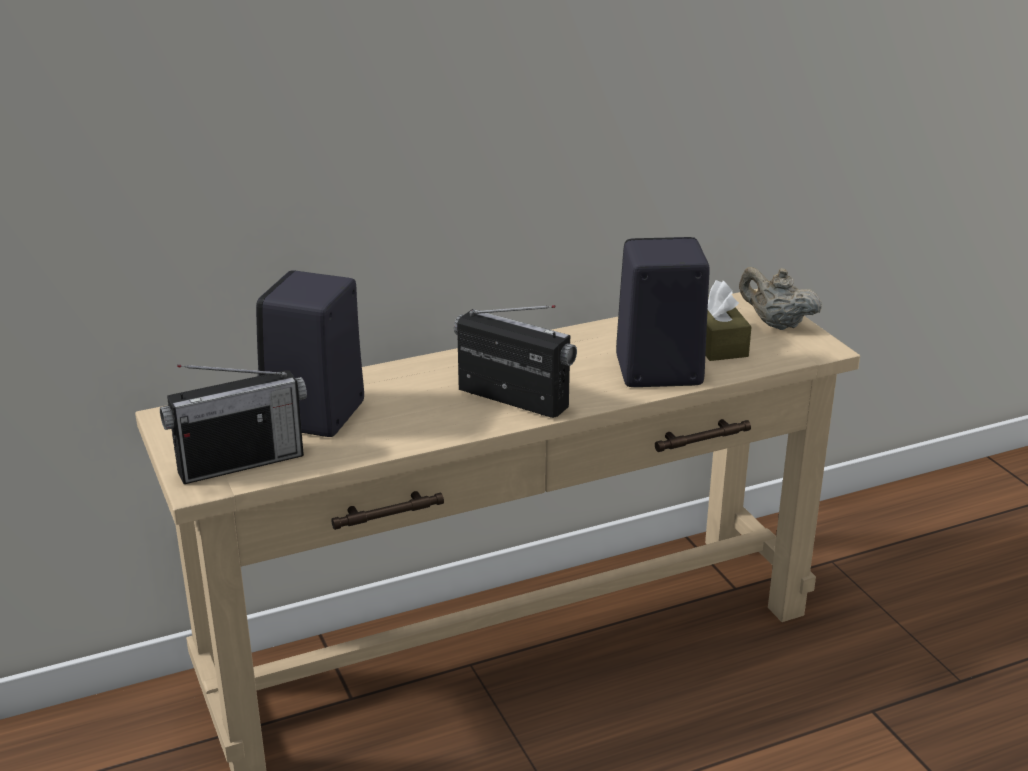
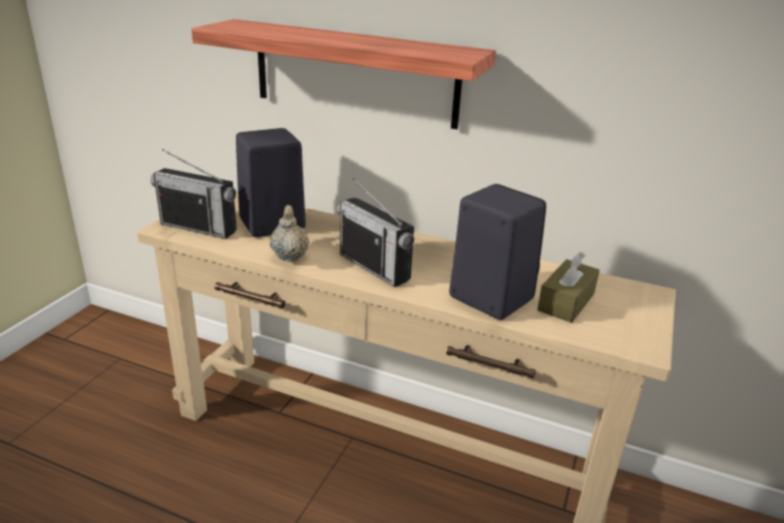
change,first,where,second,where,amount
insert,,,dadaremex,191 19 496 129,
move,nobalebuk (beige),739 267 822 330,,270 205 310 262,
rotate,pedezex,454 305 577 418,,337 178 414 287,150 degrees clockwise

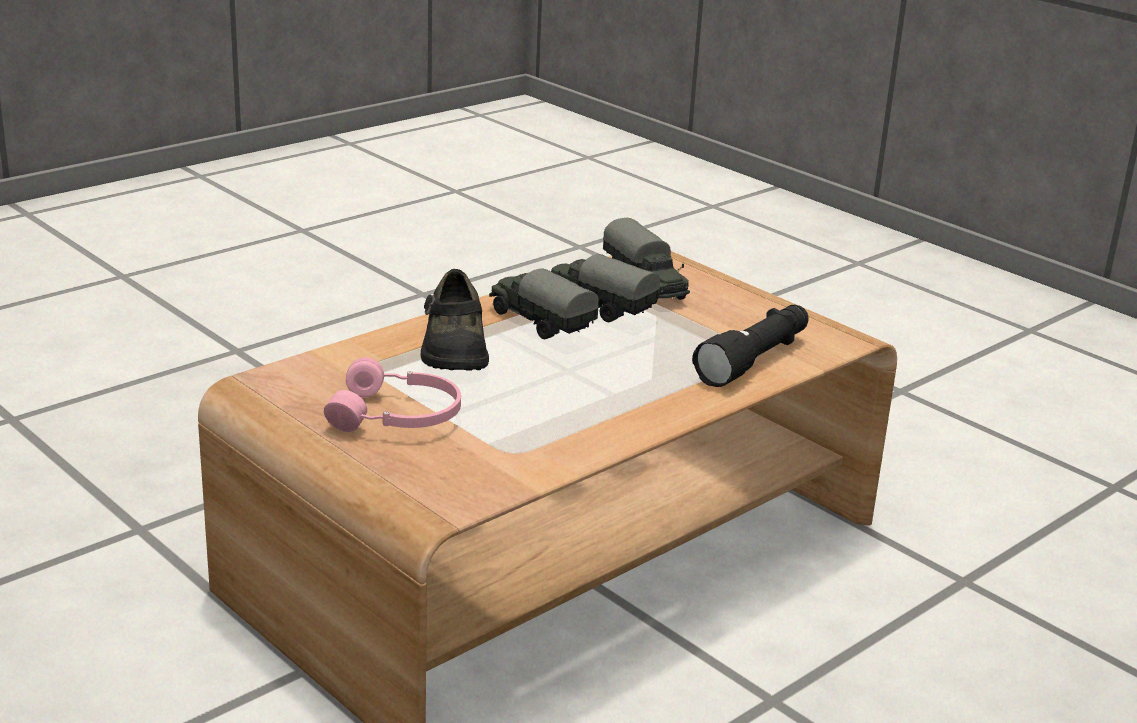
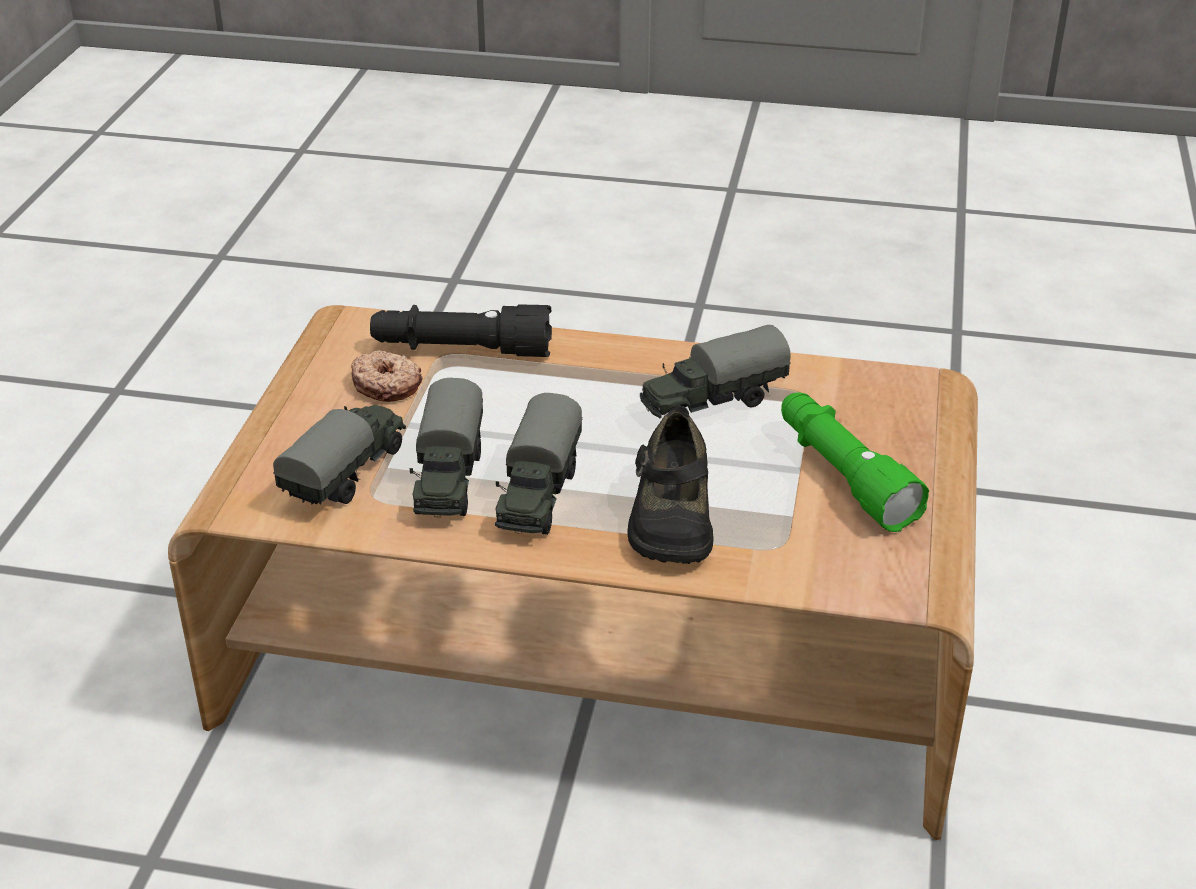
change,first,where,second,where,amount
insert,,,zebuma,351 350 423 402,
insert,,,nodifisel,640 325 791 418,
replace,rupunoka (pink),324 357 461 432,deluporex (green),781 392 929 532,
rotate,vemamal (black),420 269 489 370,,627 410 714 564,135 degrees clockwise

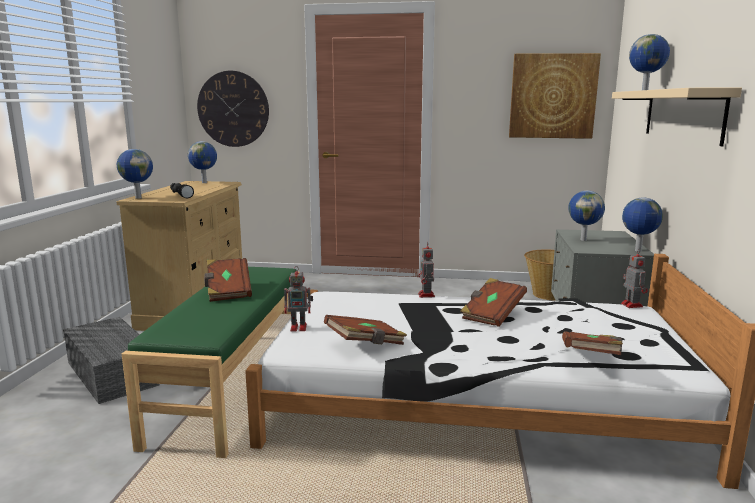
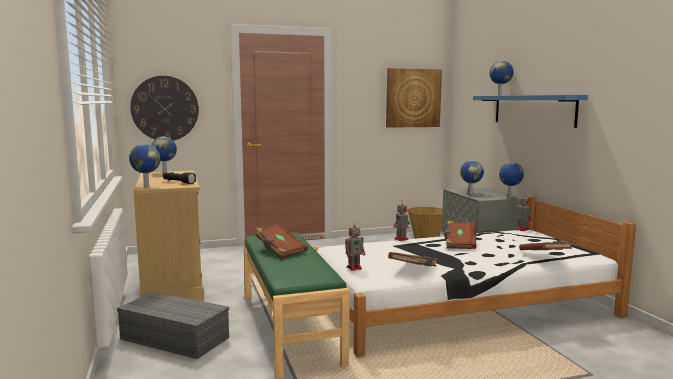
change,first,where,second,where,amount
recolor,dadaremex (beige),612 87 742 146,dadaremex (blue),473 95 588 128,

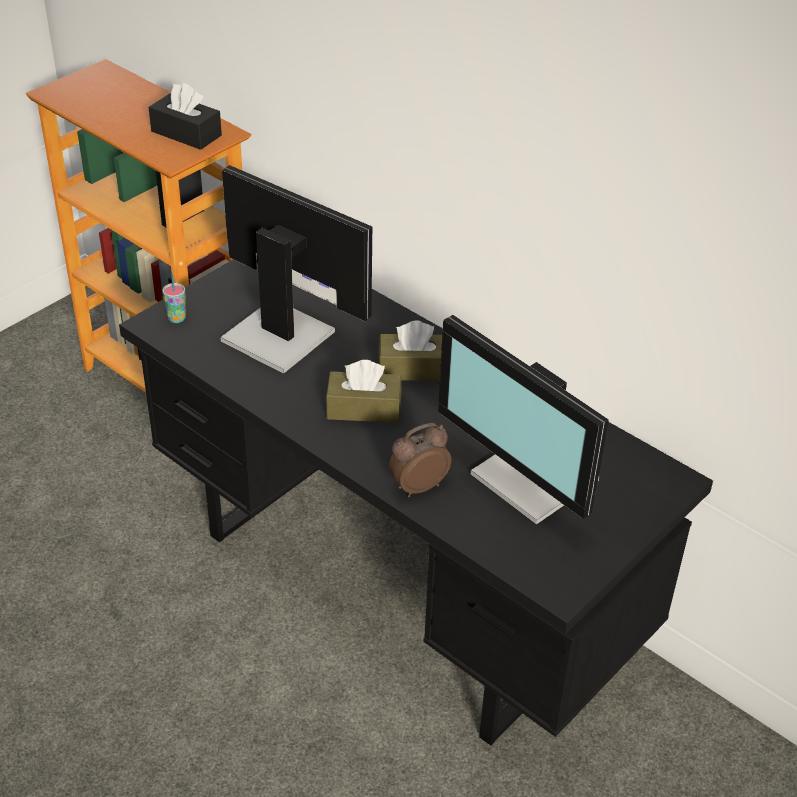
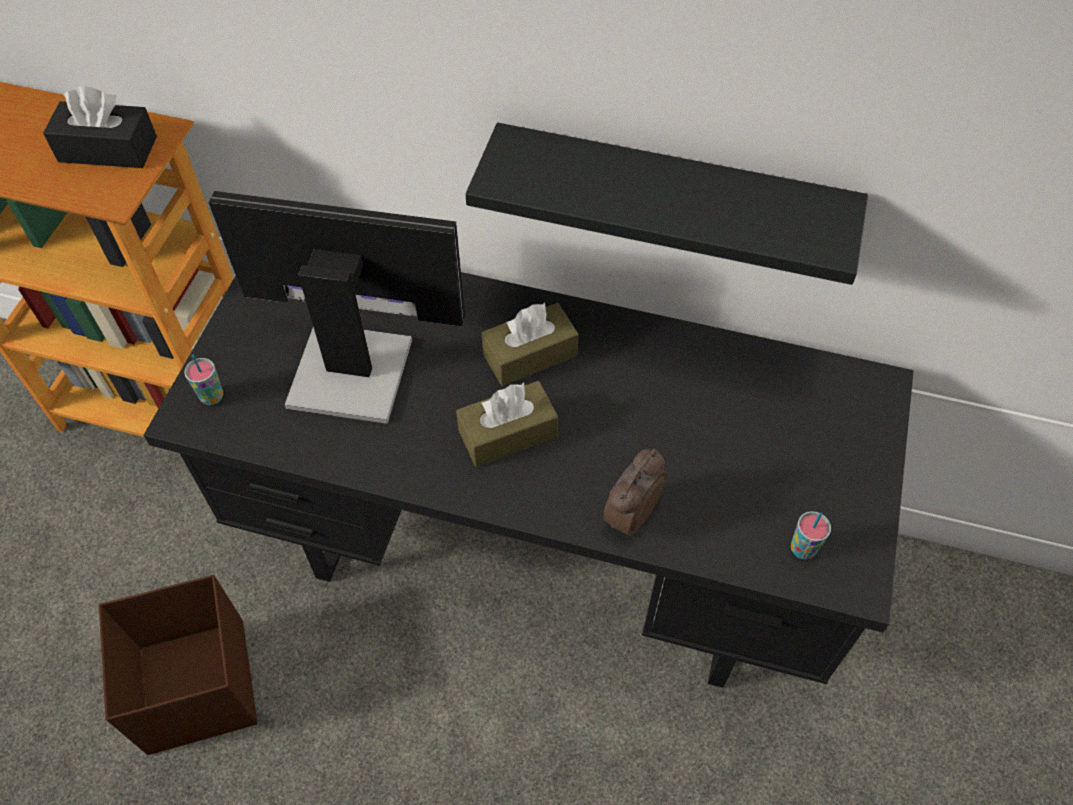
change,first,where,second,where,amount
delete,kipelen,438 315 609 525,,,
insert,,,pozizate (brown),99 575 257 755,
insert,,,dadaremex (black),465 123 868 285,
insert,,,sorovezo,791 511 831 559,

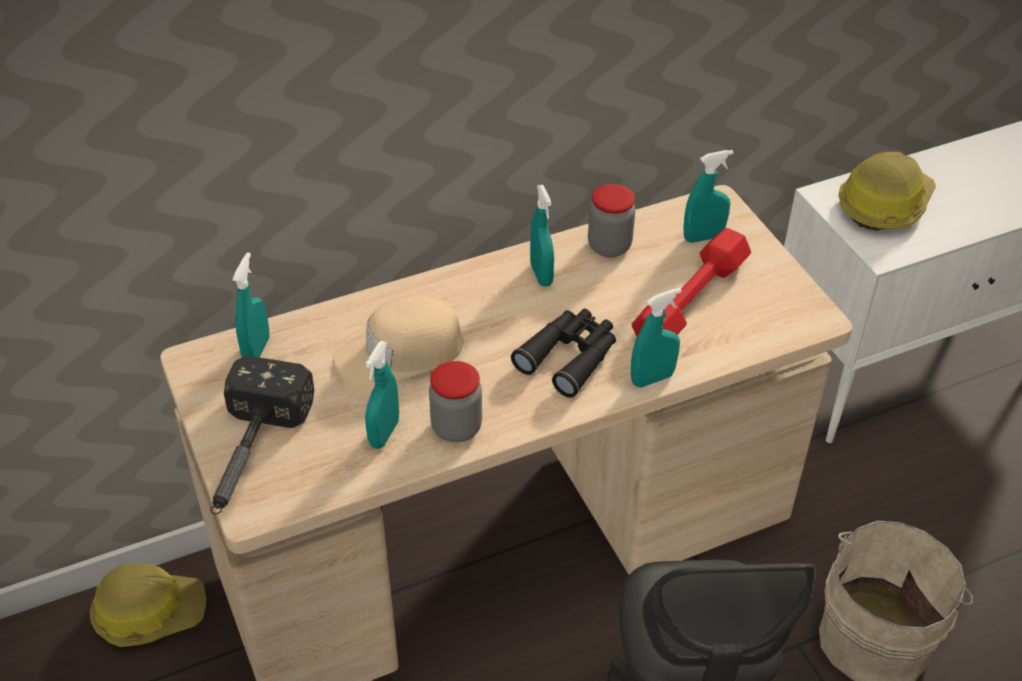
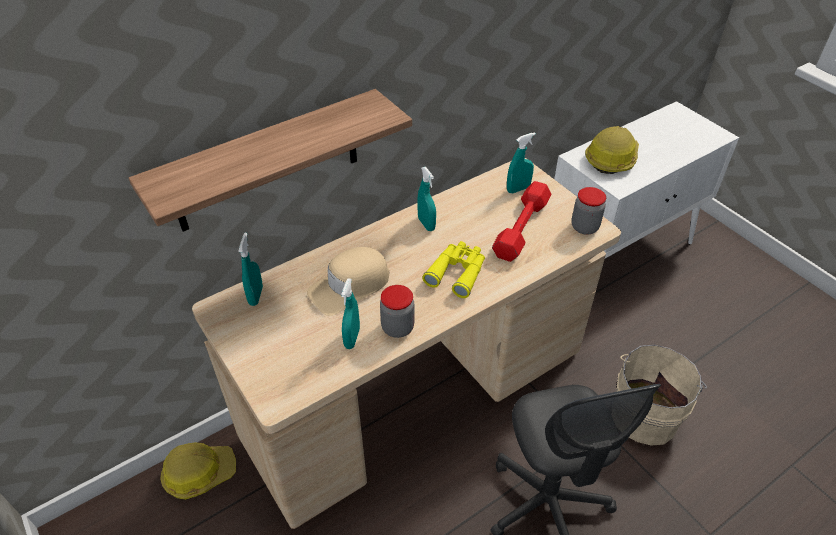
change,first,where,second,where,amount
delete,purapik,211 356 314 514,,,
delete,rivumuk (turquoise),631 288 682 387,,,
insert,,,dadaremex,129 89 412 232,
move,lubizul,588 184 636 257,,571 187 606 235,
recolor,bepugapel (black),511 309 616 398,bepugapel (yellow),422 241 485 298,

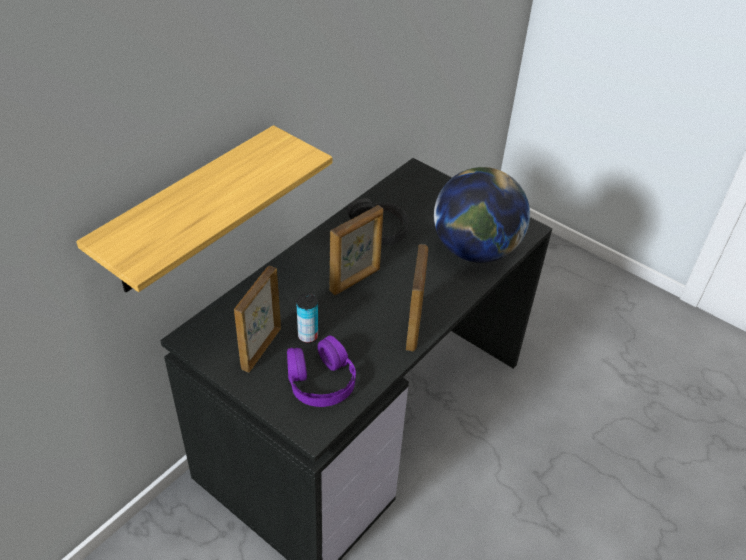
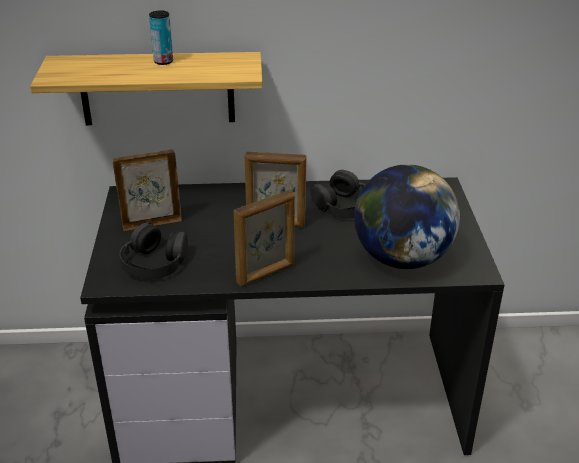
change,first,where,second,where,amount
move,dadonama,296 293 318 343,,149 10 173 65,
recolor,rupunoka (purple),287 336 356 407,rupunoka (black),119 222 188 279,

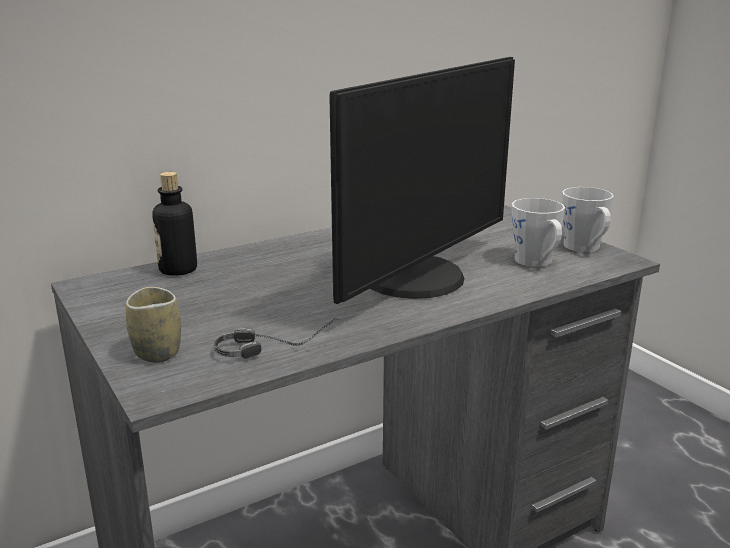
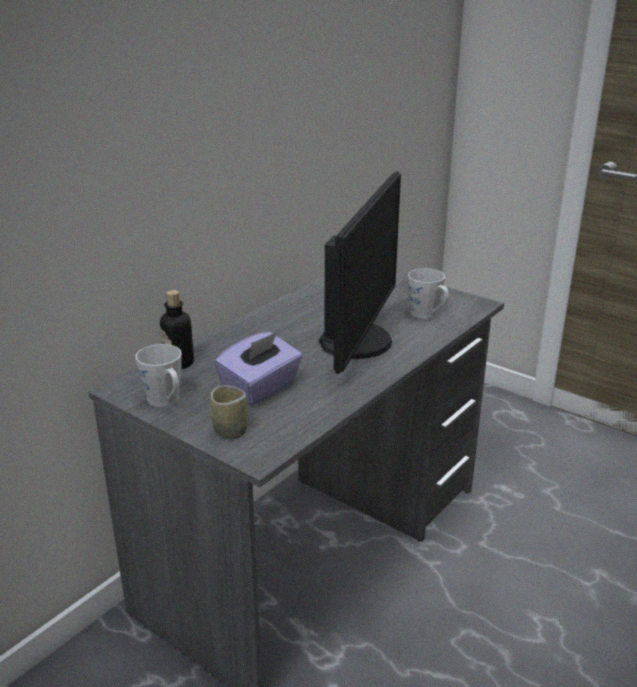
change,first,where,second,where,amount
delete,rupunoka,214 318 340 359,,,
insert,,,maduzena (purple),214 331 303 406,
move,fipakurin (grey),562 187 614 252,,136 344 182 407,

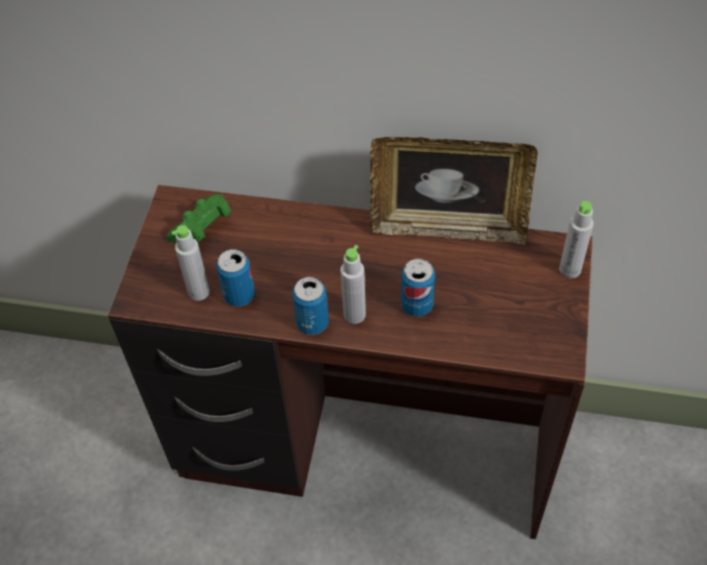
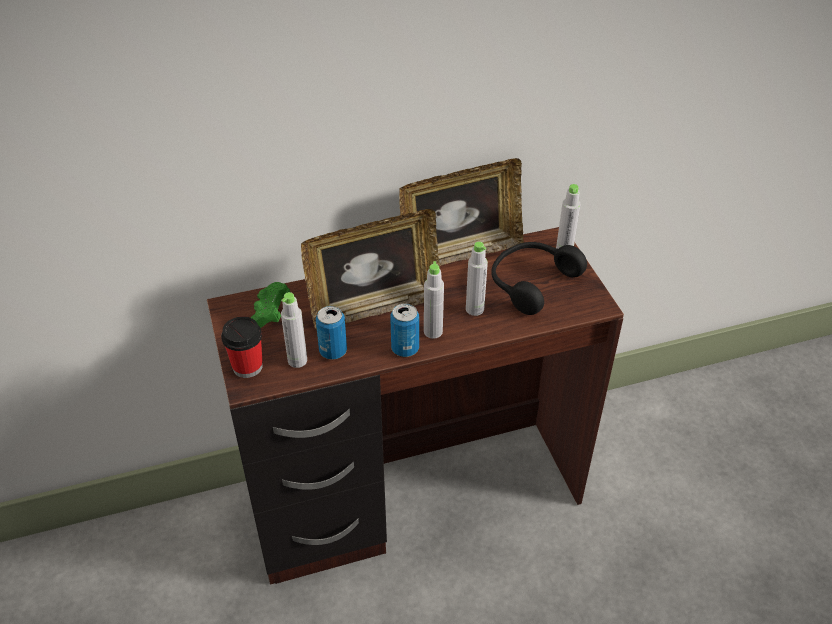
change,first,where,second,where,amount
insert,,,sorovezo,221 316 263 378,
insert,,,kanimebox,301 209 440 330,
insert,,,rupunoka (black),491 242 587 315,
replace,dadonama,401 259 435 317,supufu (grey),466 242 488 316,

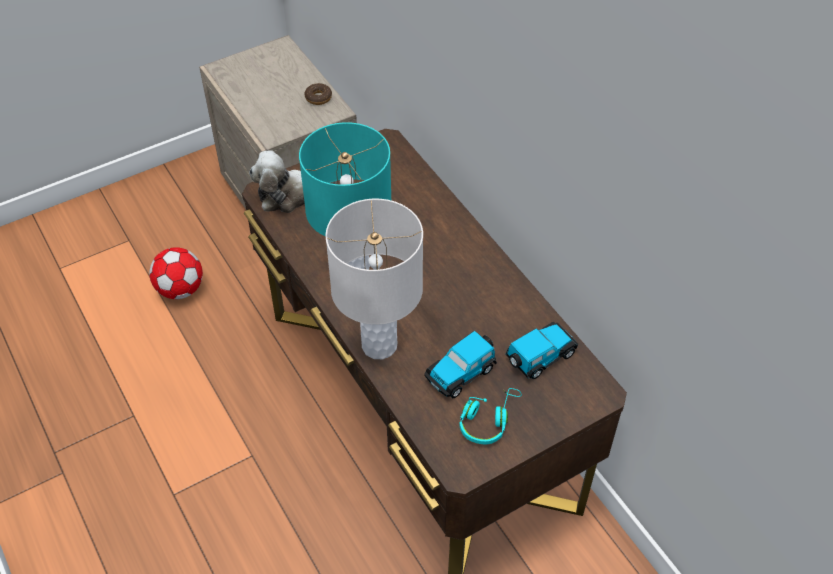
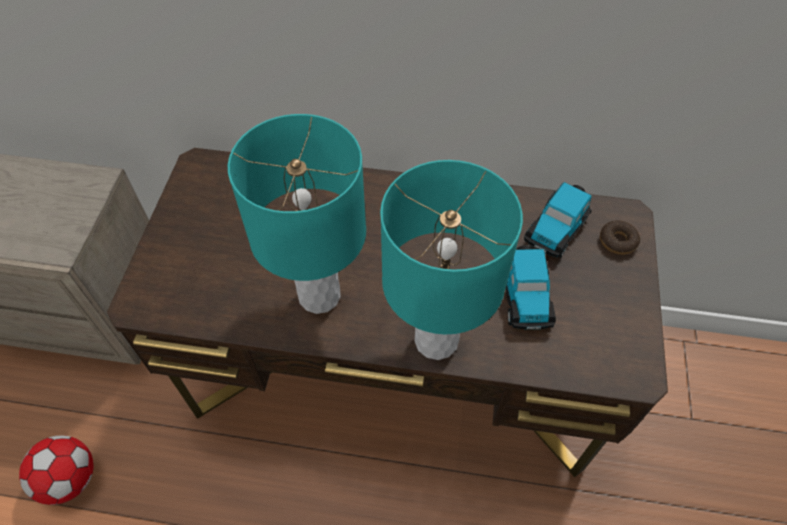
change,first,where,second,where,amount
delete,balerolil,249 151 336 213,,,
delete,rupunoka (turquoise),459 388 522 444,,,
move,zebuma,305 83 332 105,,600 220 640 255,
recolor,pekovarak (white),325 199 423 359,pekovarak (turquoise),380 160 523 360,
rotate,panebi,506 322 578 379,,524 182 592 258,150 degrees counterclockwise

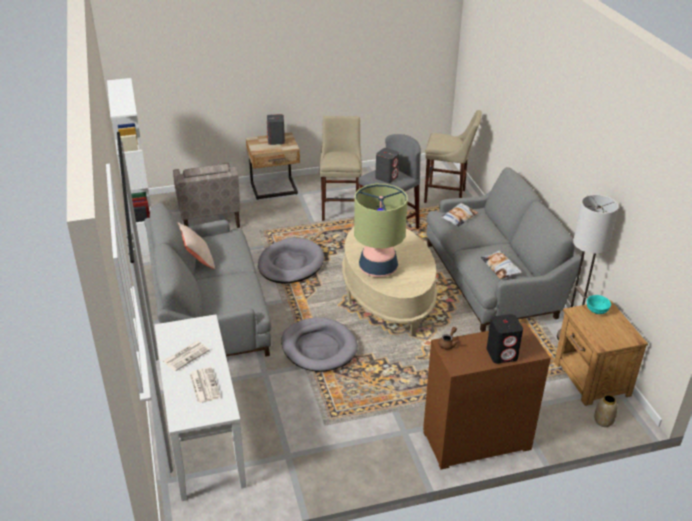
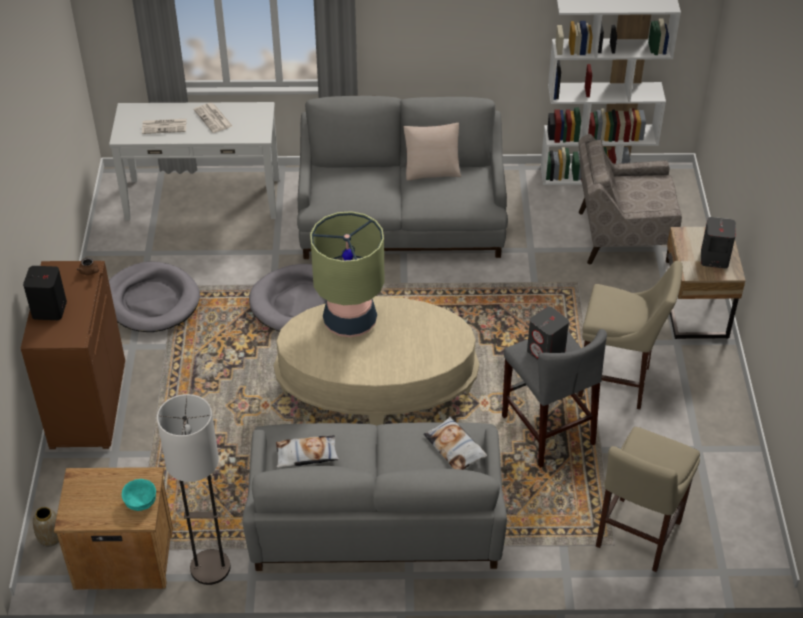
change,first,where,second,where,amount
move,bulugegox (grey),258 238 324 284,,109 261 200 332,

